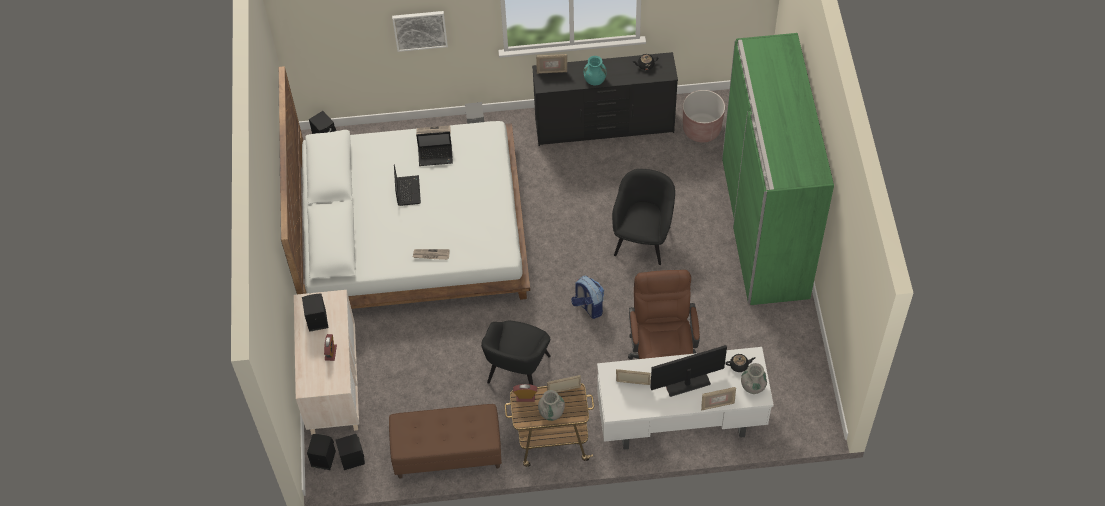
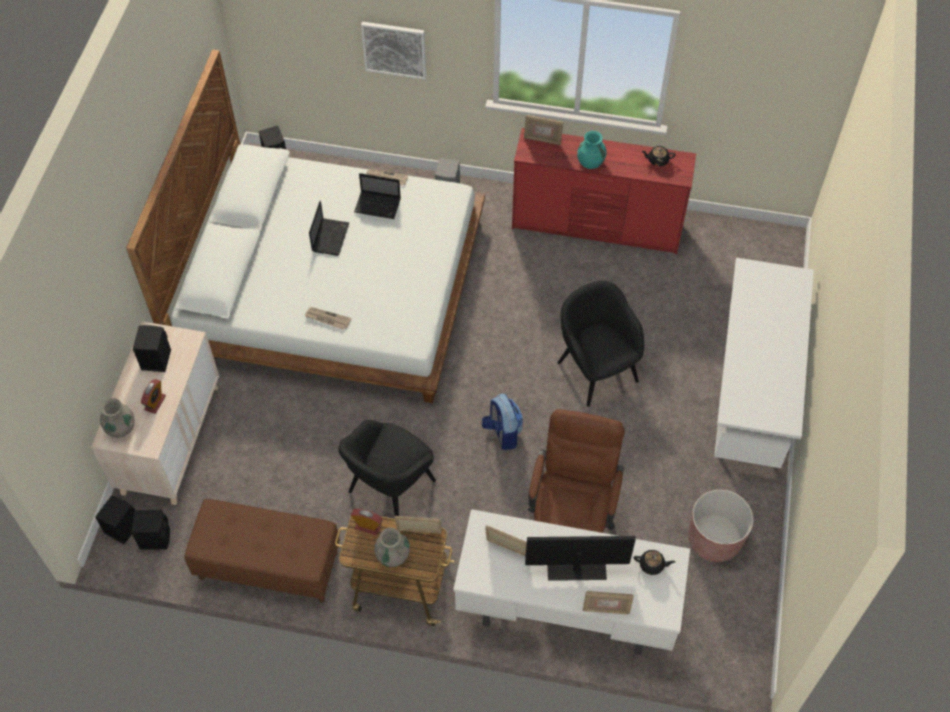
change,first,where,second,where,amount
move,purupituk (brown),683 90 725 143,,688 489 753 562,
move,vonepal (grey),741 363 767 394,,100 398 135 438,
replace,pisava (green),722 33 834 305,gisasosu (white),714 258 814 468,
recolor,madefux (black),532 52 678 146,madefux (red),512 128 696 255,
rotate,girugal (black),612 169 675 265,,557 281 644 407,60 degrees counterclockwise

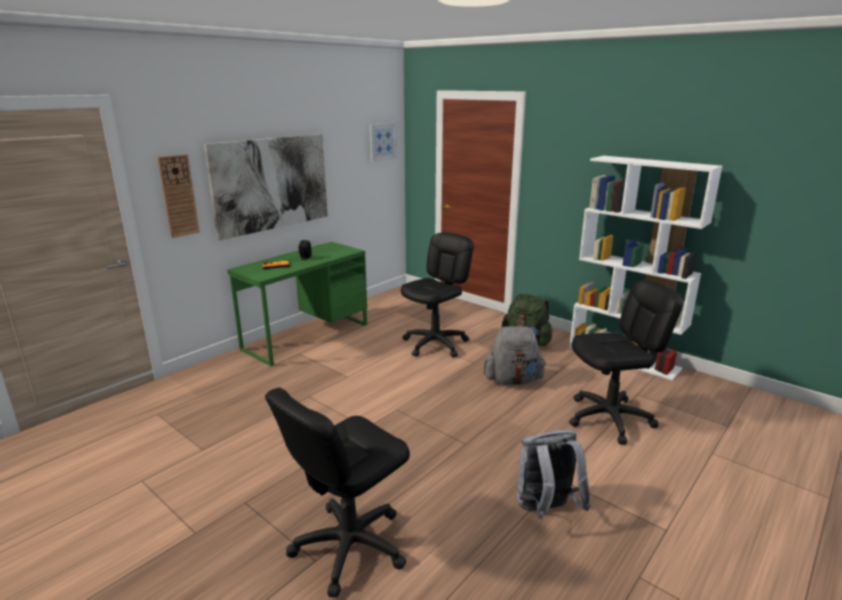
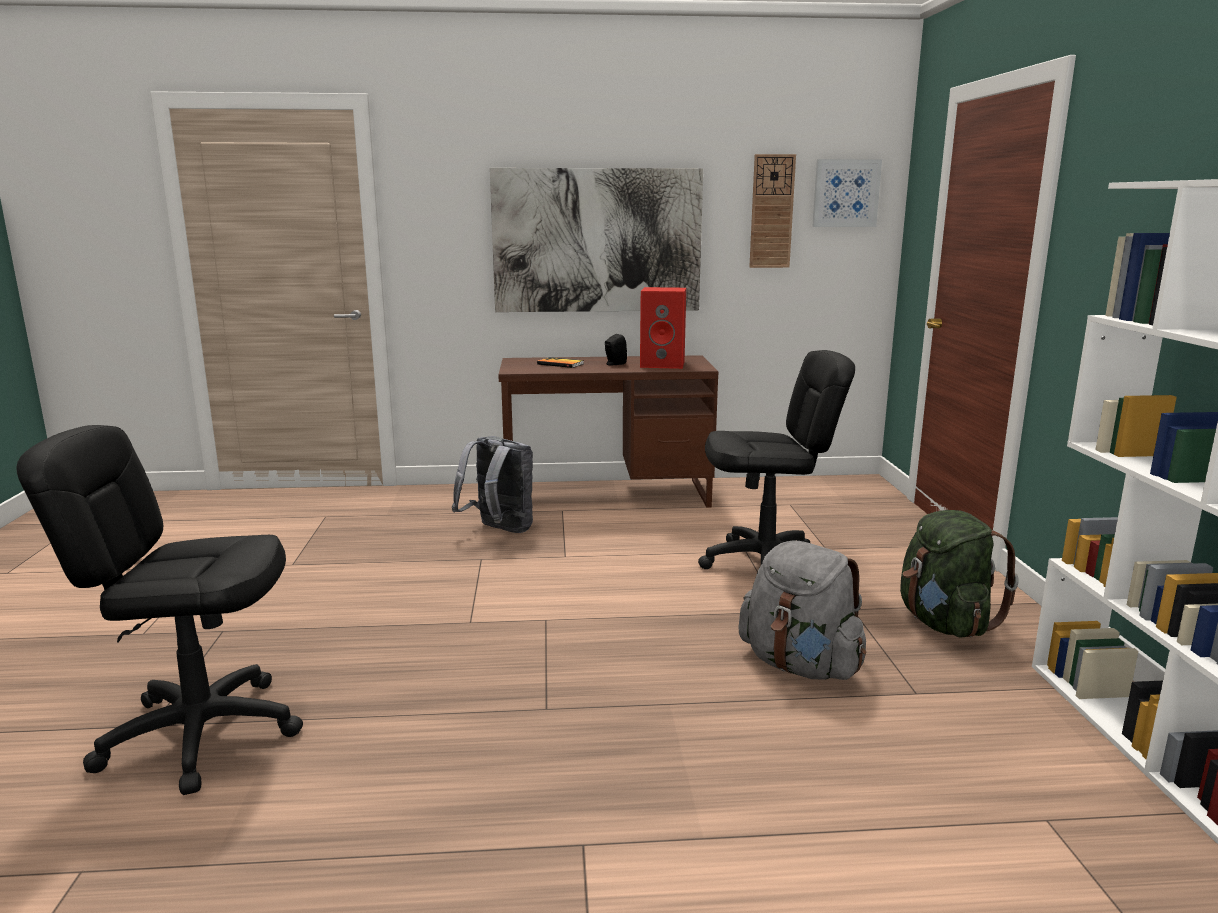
change,first,where,second,where,amount
delete,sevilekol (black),569 280 683 445,,,
insert,,,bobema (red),640 287 686 369,
move,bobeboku,157 154 200 238,,749 154 796 268,
move,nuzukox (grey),517 430 591 519,,452 436 533 533,
recolor,gisasosu (green),227 242 367 366,gisasosu (brown),498 355 718 508,

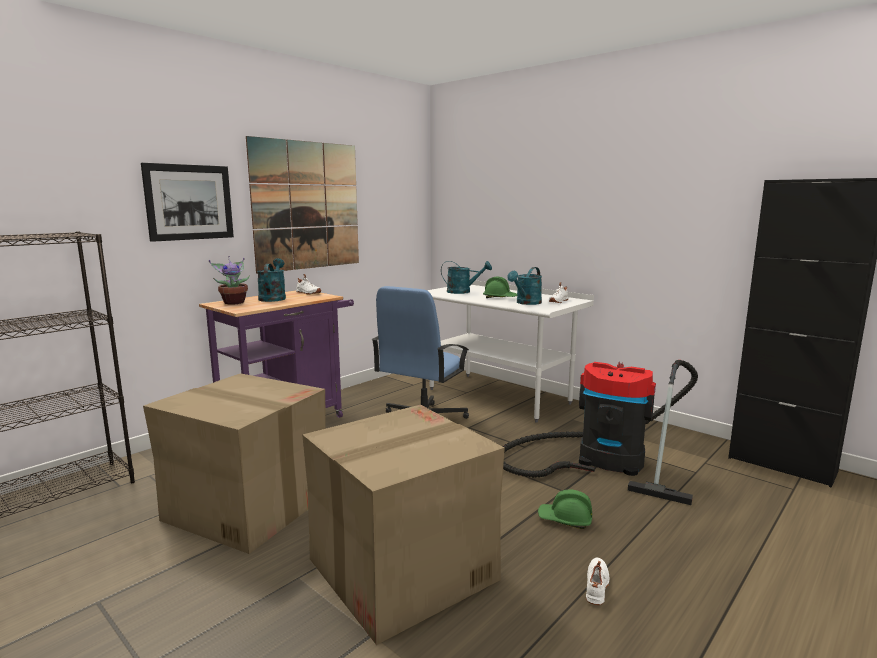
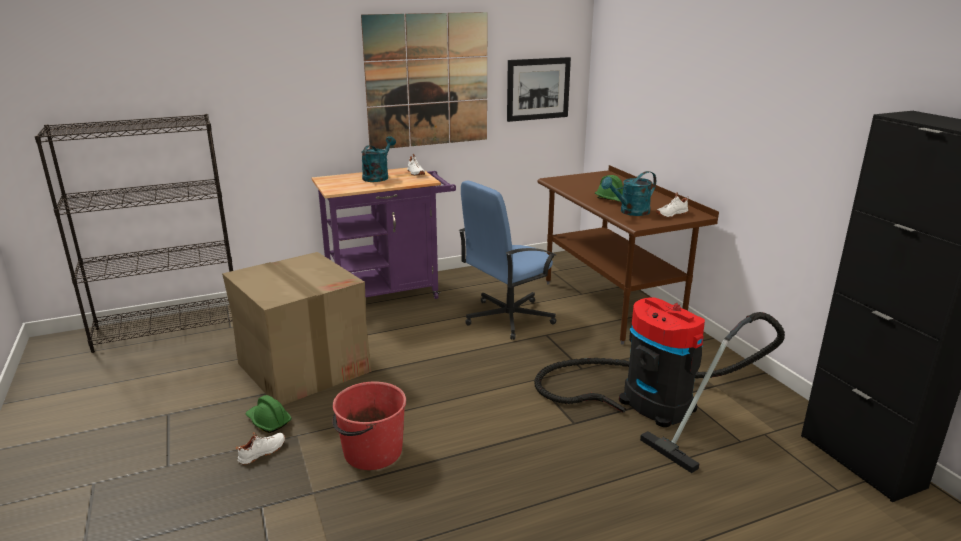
change,first,where,second,where,amount
delete,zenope,209 256 250 305,,,
delete,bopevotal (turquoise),441 261 492 294,,,
move,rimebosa,141 163 234 242,,507 57 571 122,
move,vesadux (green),538 489 592 529,,245 395 292 433,
move,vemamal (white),586 557 610 605,,236 432 285 465,
replace,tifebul,302 405 505 645,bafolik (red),332 381 406 470,
recolor,gisasosu (white),427 280 594 423,gisasosu (brown),537 165 719 344,

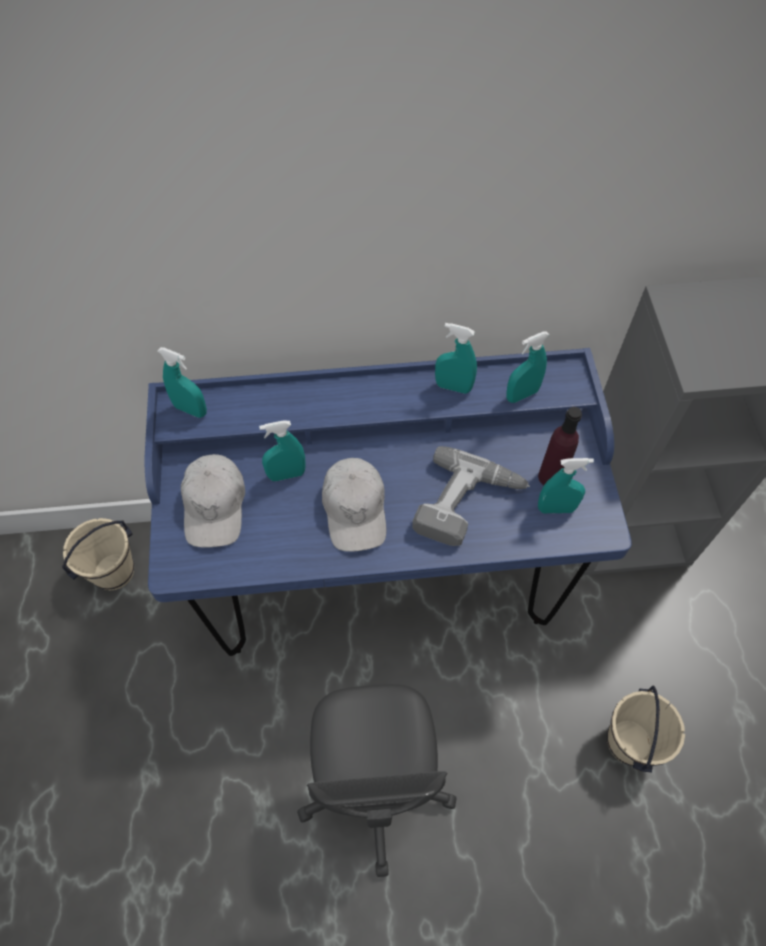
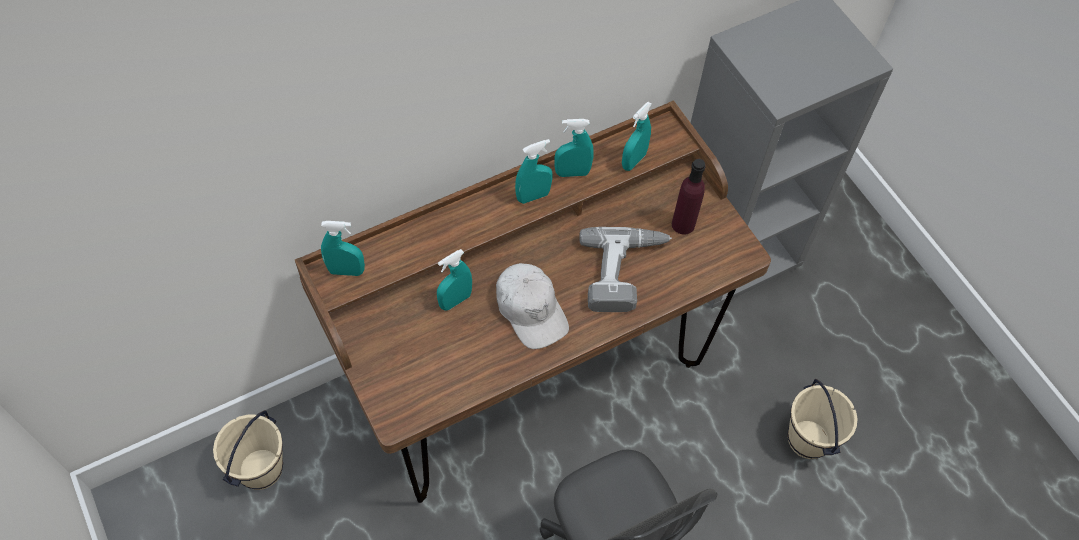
change,first,where,second,where,amount
delete,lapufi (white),181 454 245 548,,,
move,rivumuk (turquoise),538 458 594 513,,515 139 552 204,
recolor,gisasosu (blue),145 348 632 656,gisasosu (brown),295 100 771 503,

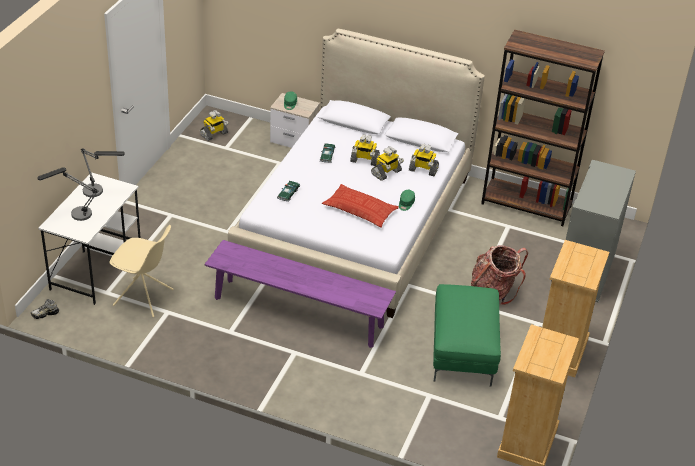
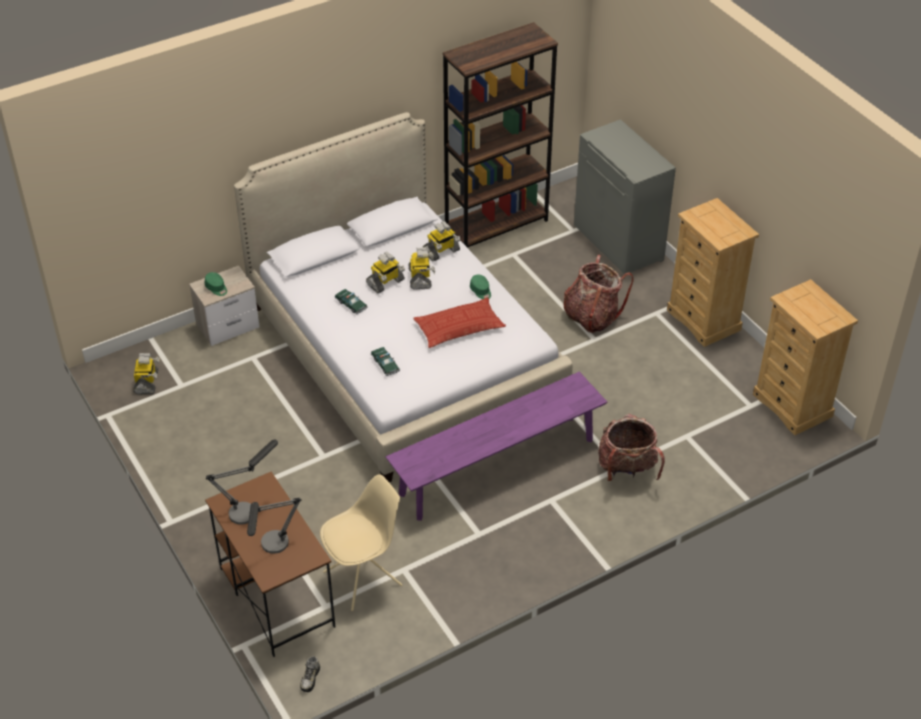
change,first,where,second,where,amount
delete,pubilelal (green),433 284 501 387,,,
insert,,,nuzukox,598 414 665 481,
recolor,gisasosu (white),38 172 141 305,gisasosu (brown),205 471 335 657,

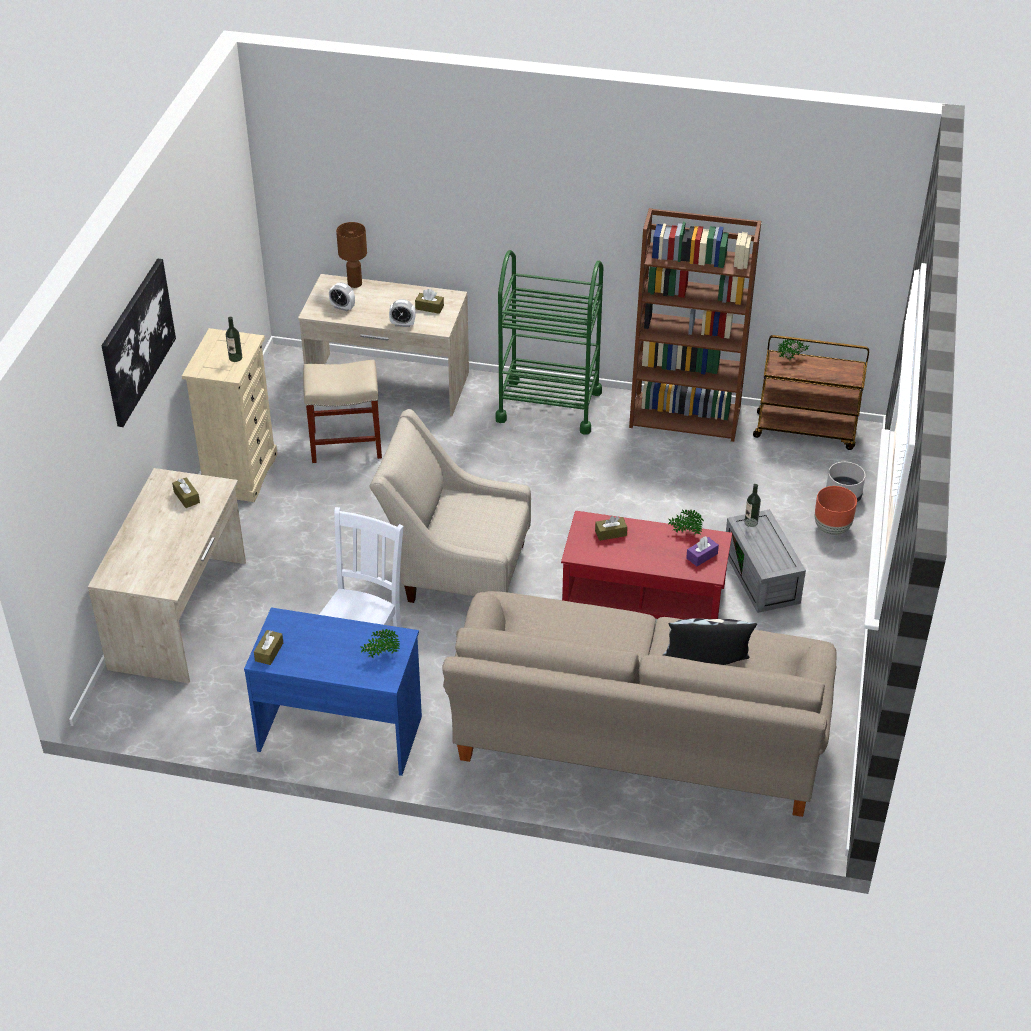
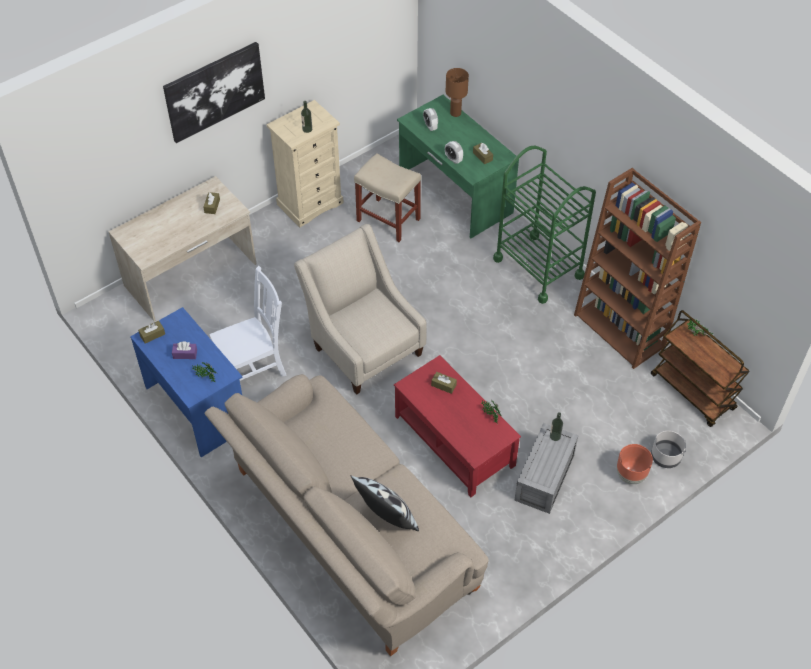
change,first,where,second,where,amount
move,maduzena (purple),686 536 719 566,,172 341 197 359,
recolor,gisasosu (beige),298 274 469 416,gisasosu (green),397 95 519 238,

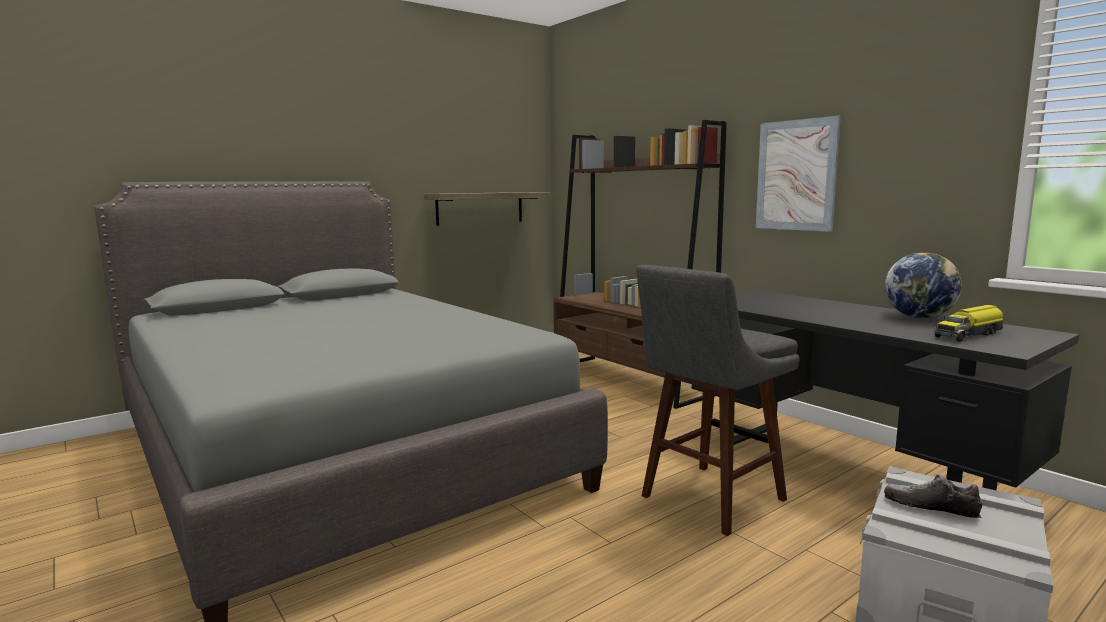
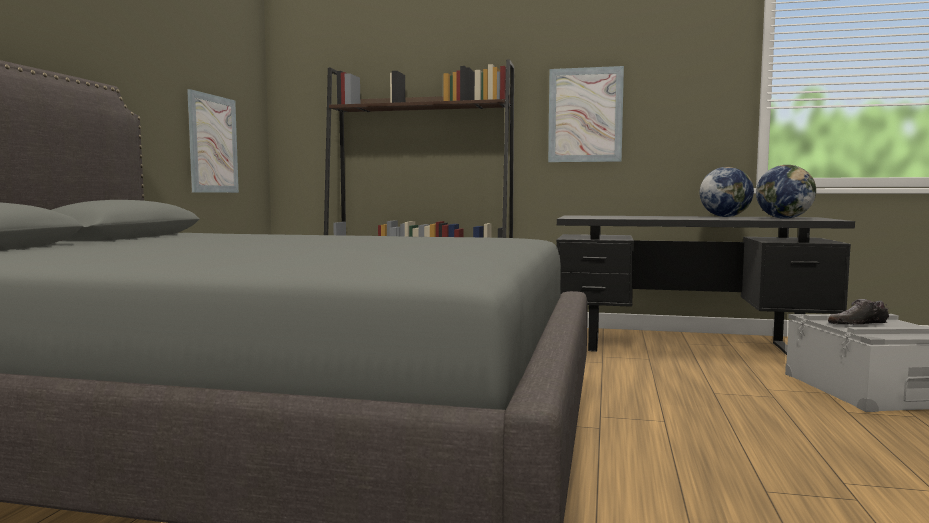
change,first,where,second,where,amount
delete,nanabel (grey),636 265 799 536,,,
replace,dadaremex,424 192 551 226,rimebosa,187 89 239 193,
replace,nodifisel,934 305 1003 342,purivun,756 165 816 219,

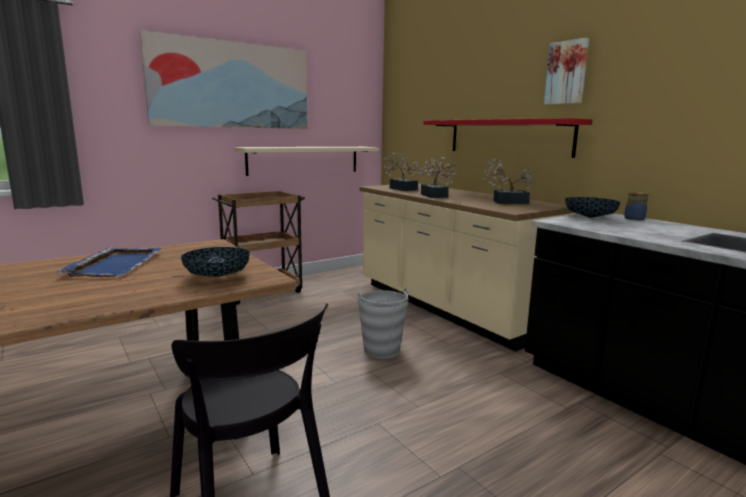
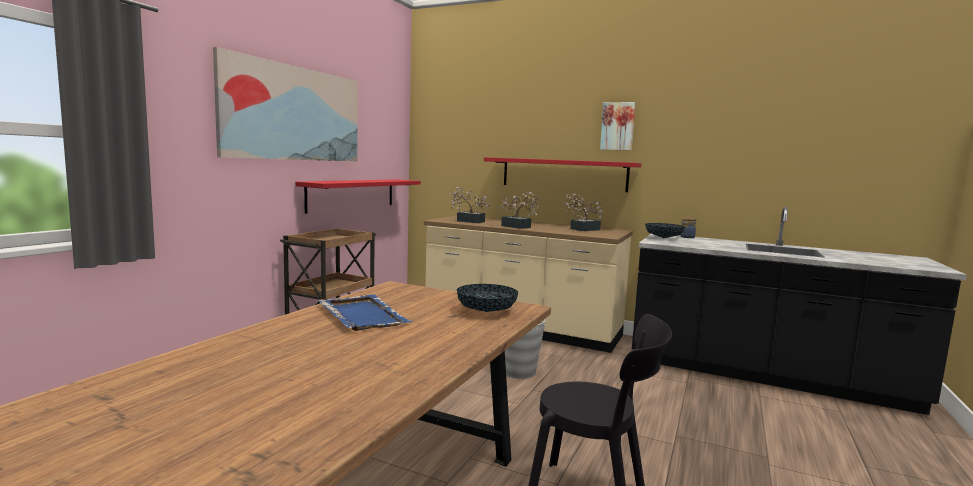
change,first,where,second,where,amount
recolor,dadaremex (beige),234 147 379 176,dadaremex (red),295 179 420 214,

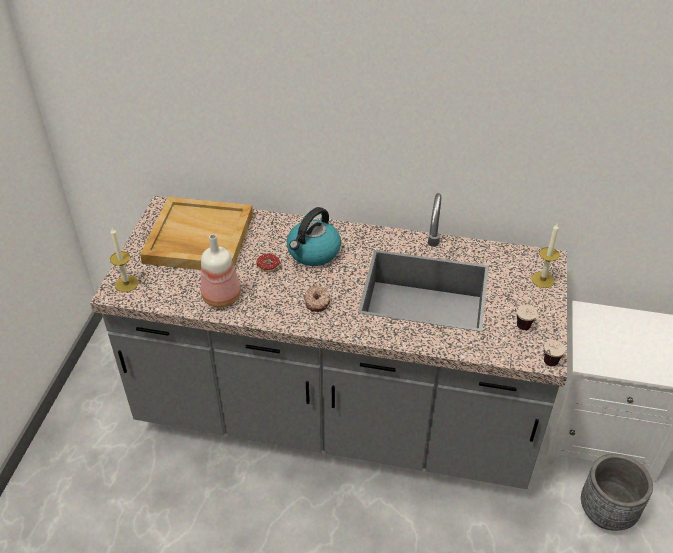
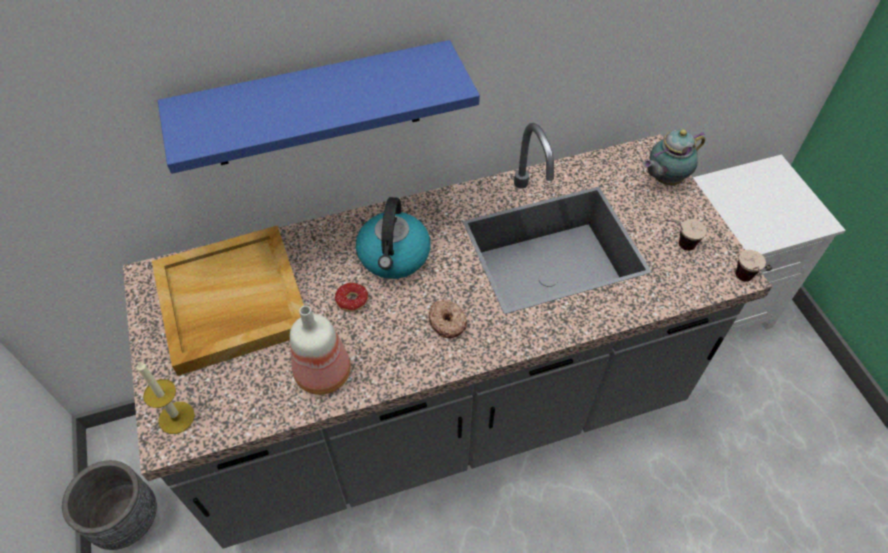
change,first,where,second,where,amount
insert,,,dadaremex (blue),158 40 480 174,
move,purupituk (grey),581 453 653 531,,62 460 157 550,
replace,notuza,531 224 560 288,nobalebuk,643 129 705 185,

